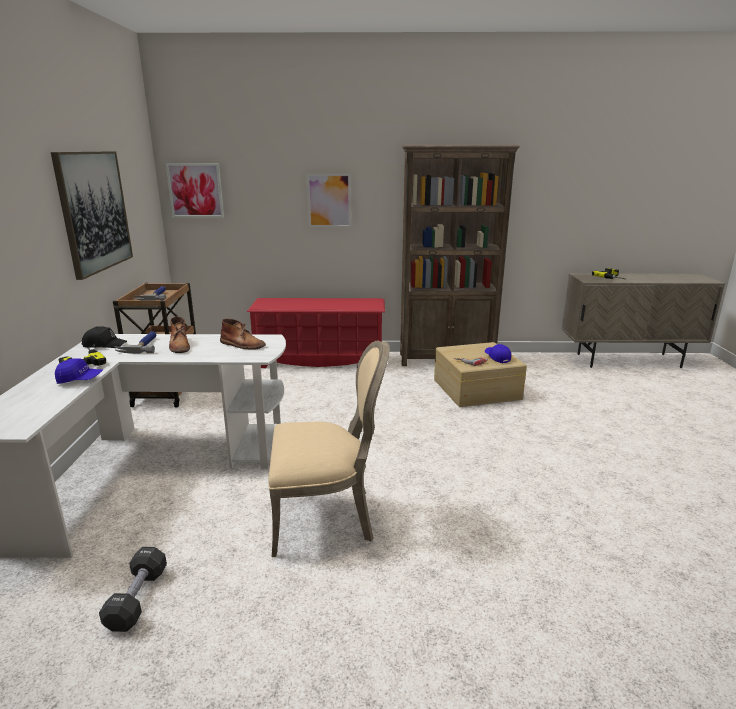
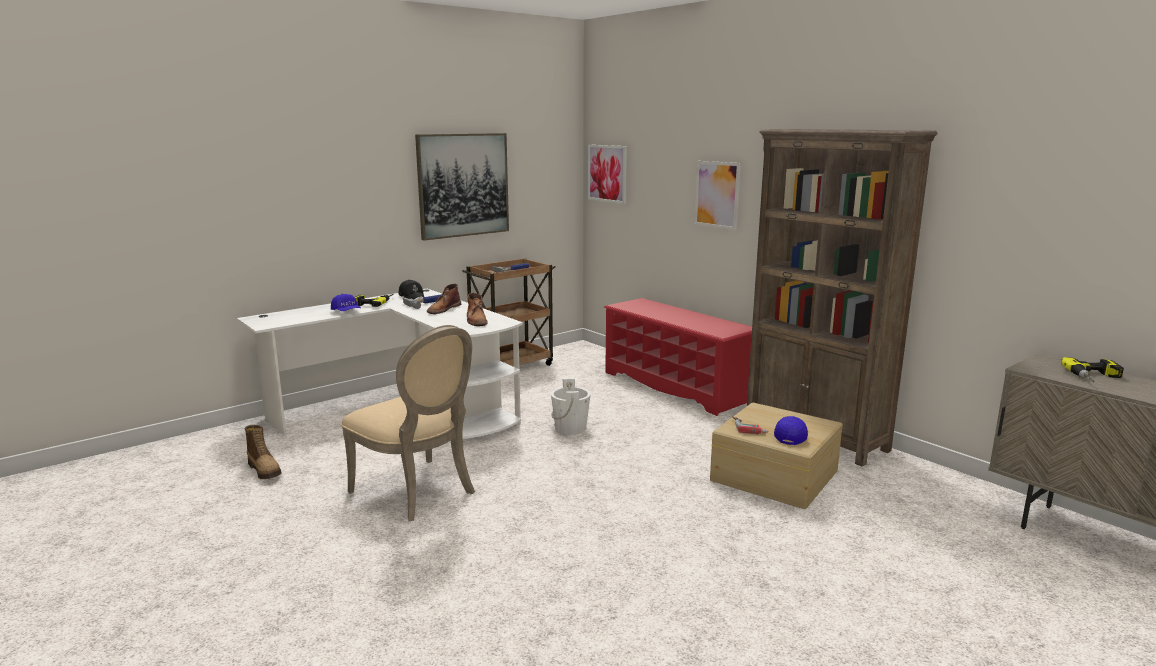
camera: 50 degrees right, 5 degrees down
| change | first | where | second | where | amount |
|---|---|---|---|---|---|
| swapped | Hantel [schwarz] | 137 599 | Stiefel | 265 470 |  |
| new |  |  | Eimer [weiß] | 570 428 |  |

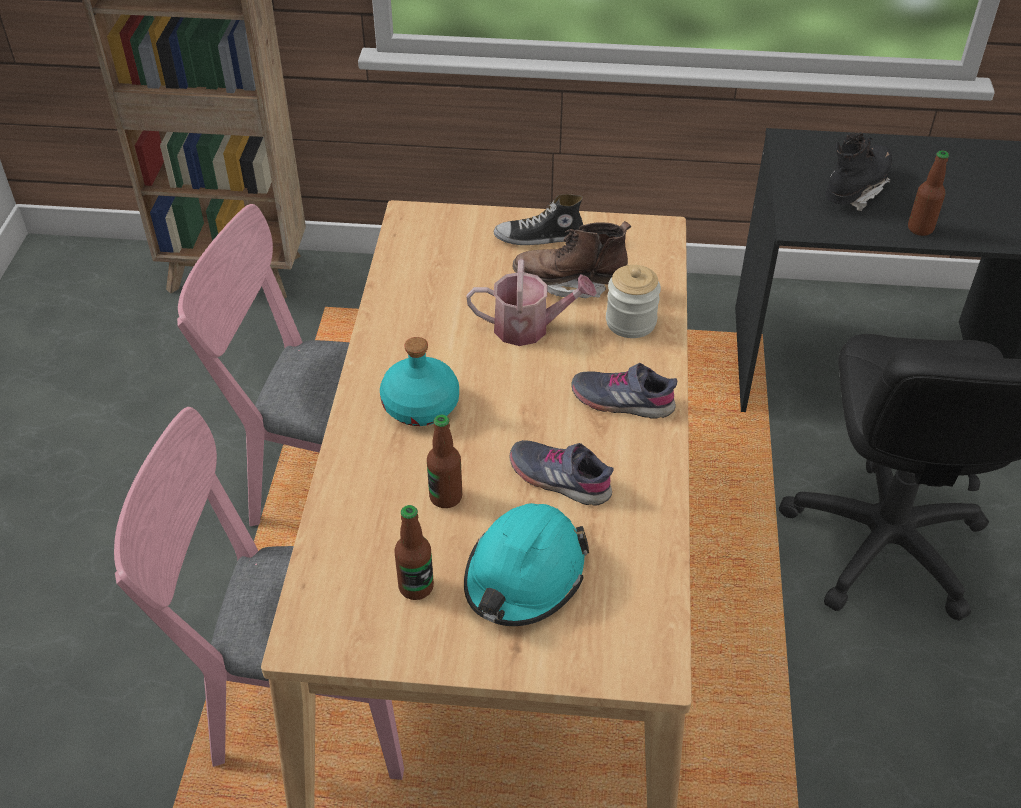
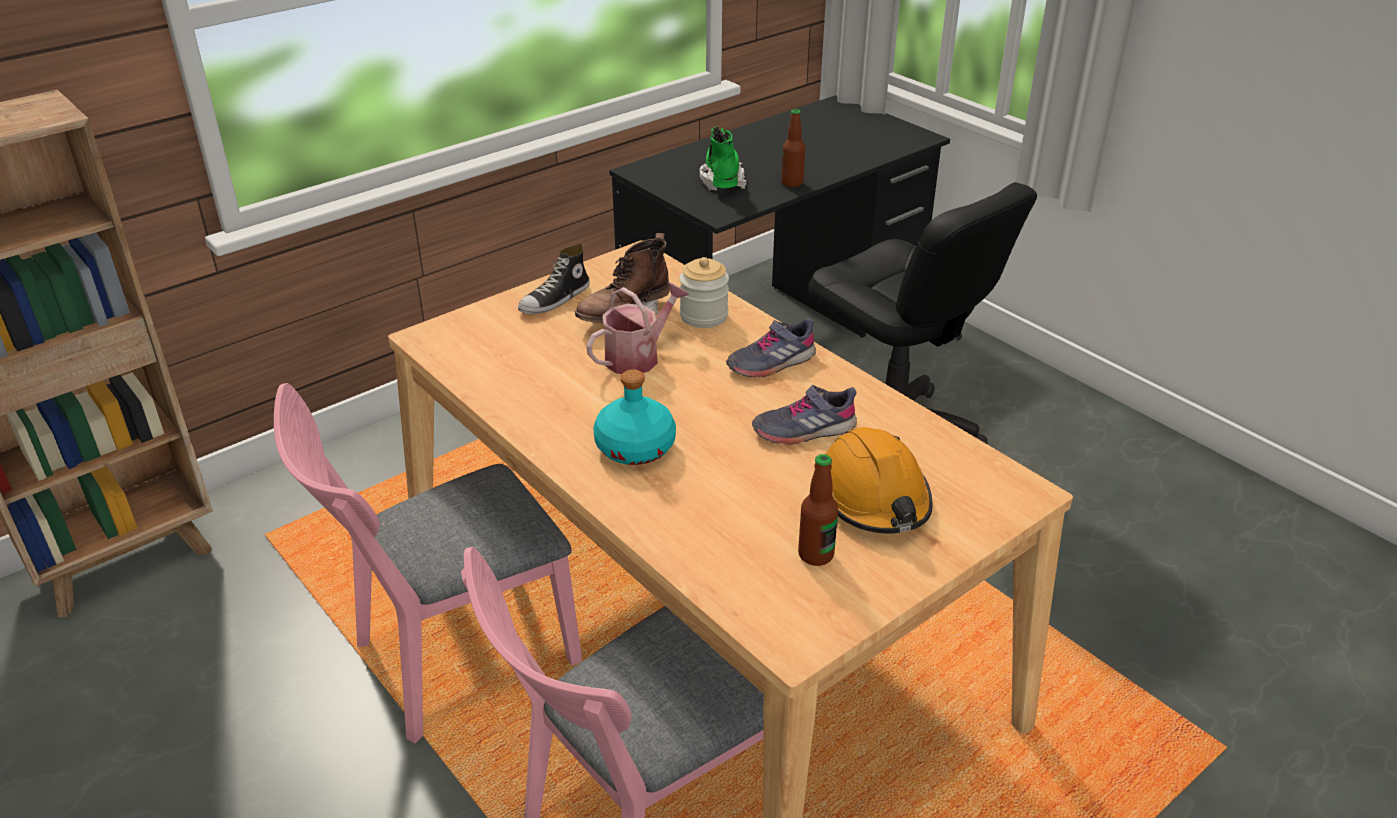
camera: 45 degrees left, 10 degrees down
| change | first | where | second | where | amount |
|---|---|---|---|---|---|
| gone | Flasche | 446 497 |  |  |  |
| repainted | Schutzhelm [türkis] | 524 576 | Schutzhelm [orange] | 873 498 |  |
| repainted | Stiefel [schwarz] | 855 190 | Stiefel [grün] | 722 179 |  |

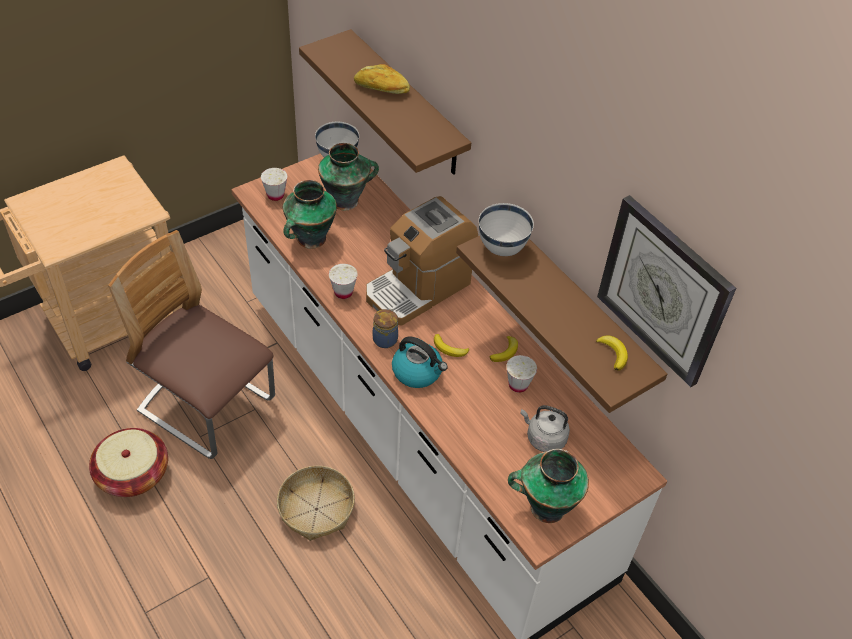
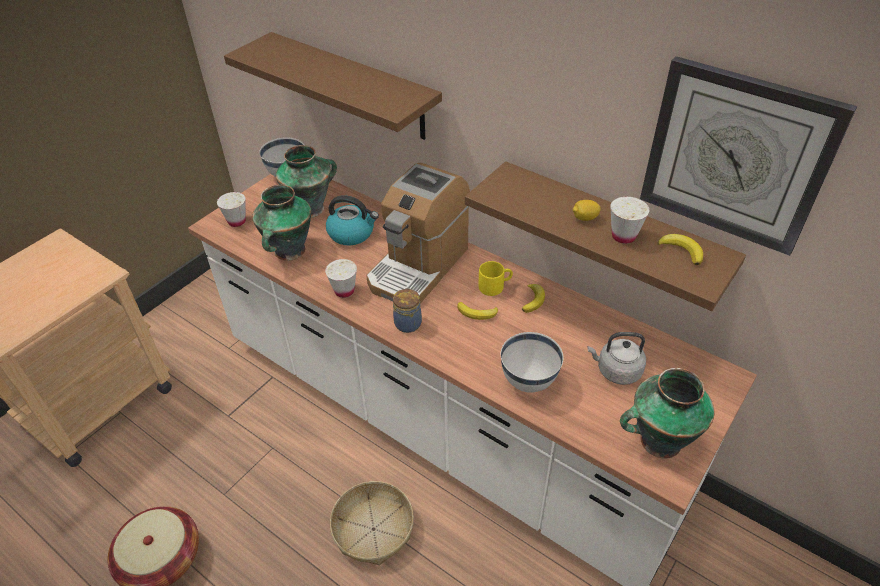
camera: 15 degrees left, 5 degrees down
| change | first | where | second | where | amount |
|---|---|---|---|---|---|
| gone | Stuhl | 207 406 |  |  |  |
| gone | Brot | 381 88 |  |  |  |
| shifted | Wasserkessel | 418 372 |  | 352 233 |  |
| shifted | Schüssel [weiß] | 501 248 |  | 528 382 |  |
| shifted | Tasse [weiß] | 518 385 |  | 623 236 |  |
| new |  |  | Henkelbecher [gelb] | 495 286 |  |
| new |  |  | Zitrone | 584 218 |  |

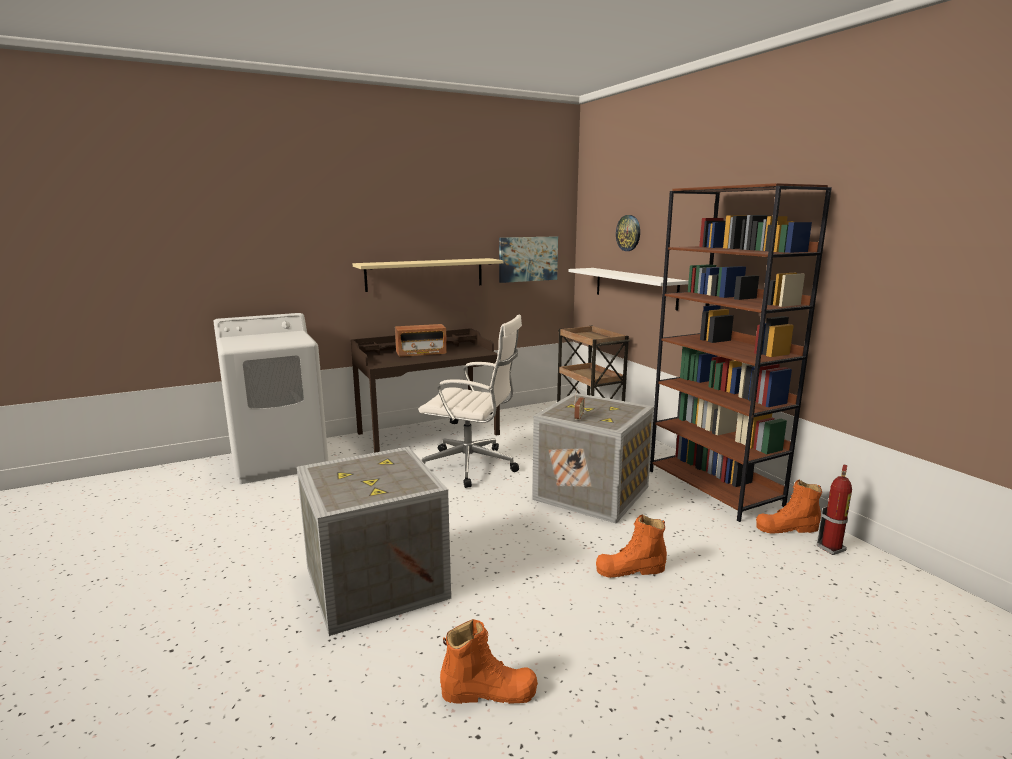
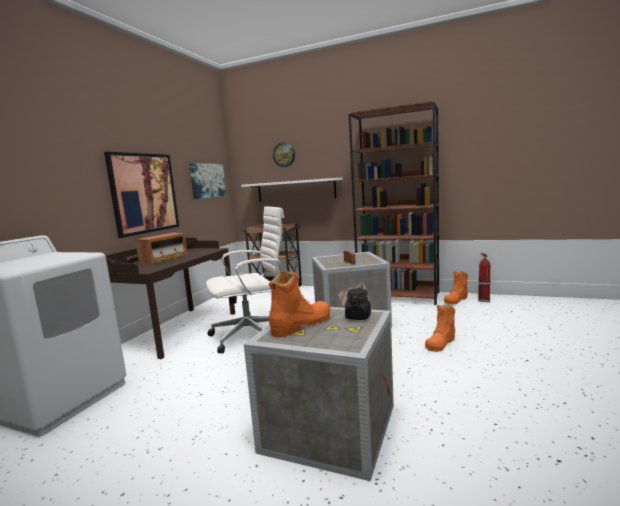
camera: 40 degrees left, 5 degrees down
| change | first | where | second | where | amount |
|---|---|---|---|---|---|
| swapped | Wandregal [beige] | 425 274 | Bild | 144 193 |  |
| shifted | Stiefel [orange] | 489 691 |  | 301 325 |  |
| new |  |  | Vorratsglas [schwarz] | 358 317 |  |

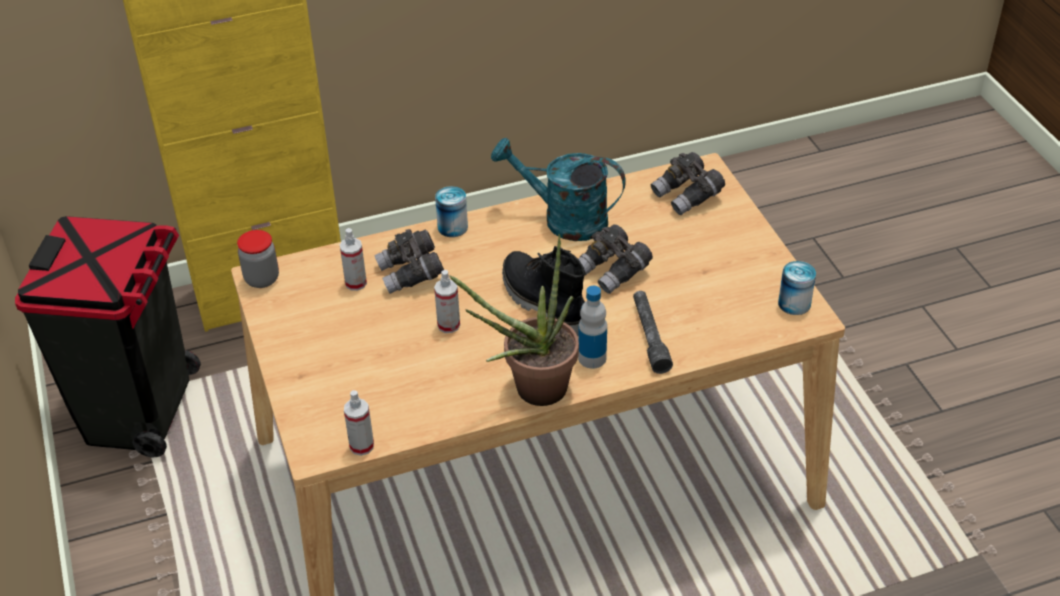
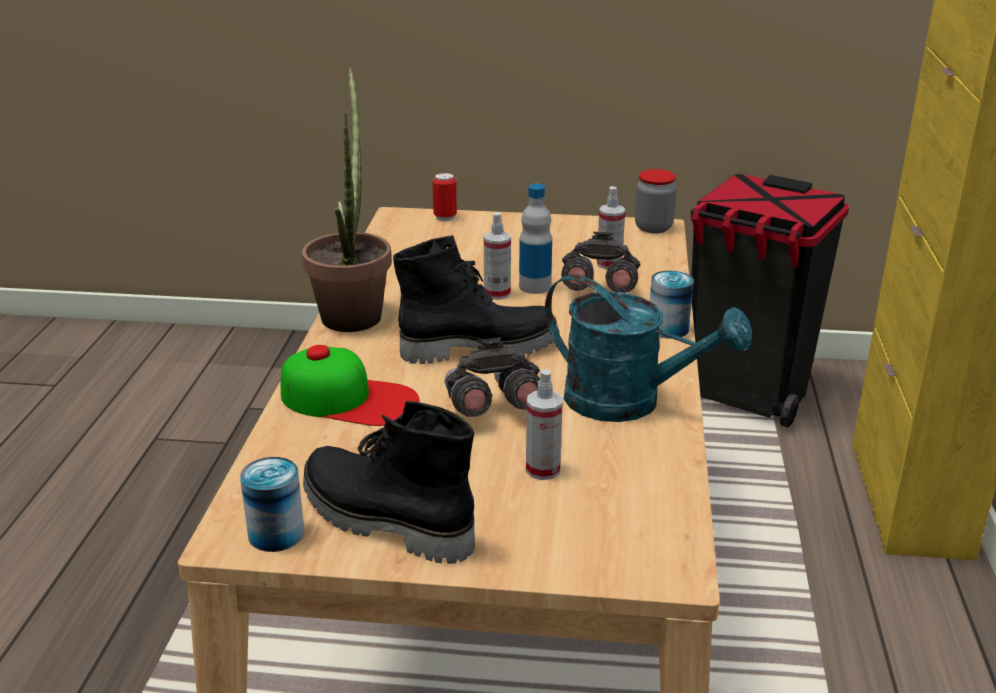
camera: 115 degrees right, 15 degrees down
| change | first | where | second | where | amount |
|---|---|---|---|---|---|
| shifted | Sprühflasche | 361 446 |  | 543 469 |  |
| rotated | Gießkanne [türkis] | 564 219 |  | 629 402 | 75 degrees clockwise |
| shifted | Flasche | 592 358 |  | 535 286 |  |
| swapped | Taschenlampe [grau] | 650 336 | Kappe | 349 399 |  |
| gone | Fernglas [grau] | 687 196 |  |  |  |
| new |  |  | Stiefel [schwarz] | 384 522 |  |
| new |  |  | Dose | 445 217 |  |

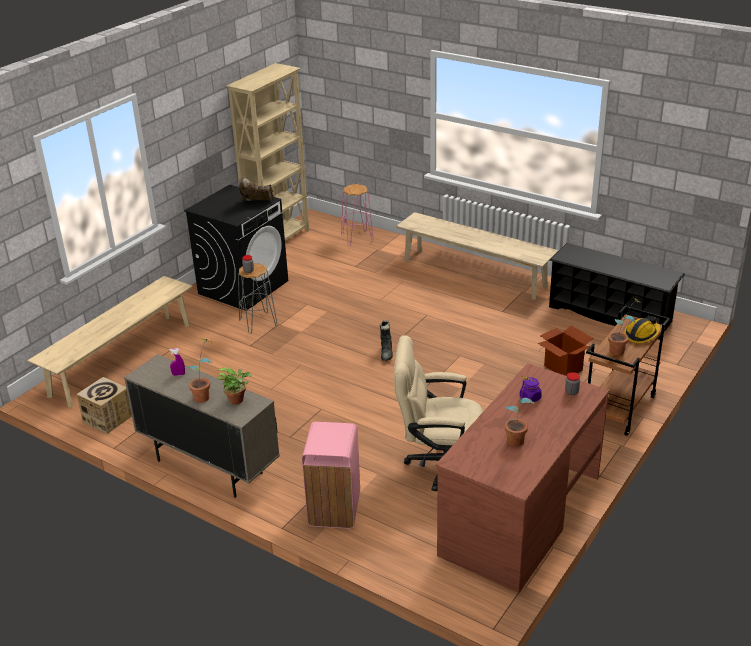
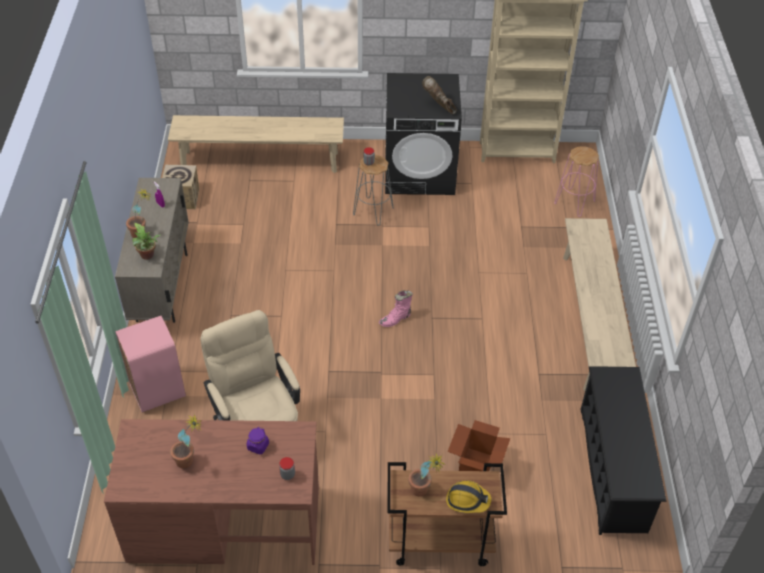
camera: 55 degrees right, 15 degrees up
| change | first | where | second | where | amount |
|---|---|---|---|---|---|
| repainted | Stiefel [schwarz] | 386 353 | Stiefel [rosa] | 396 319 |  |

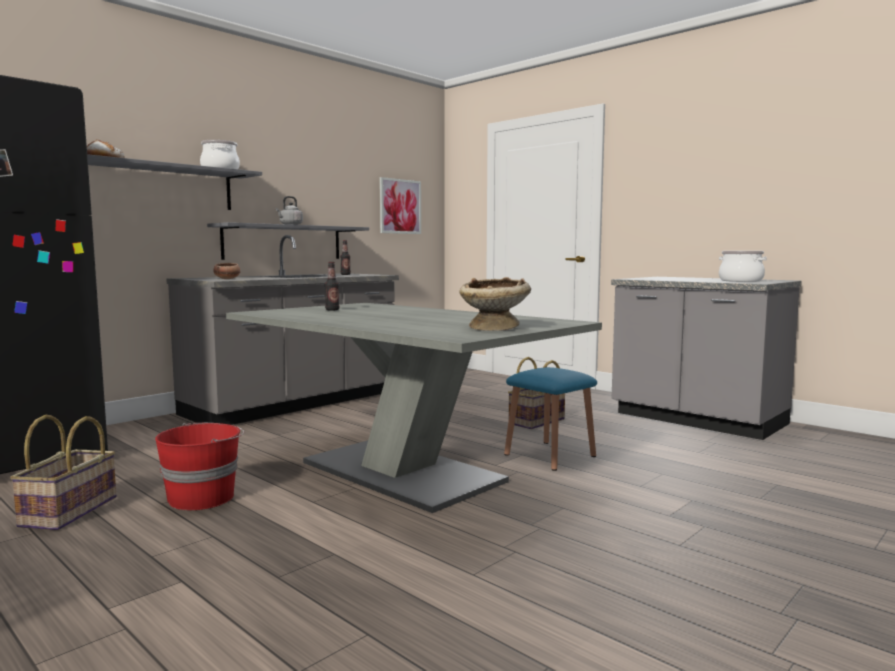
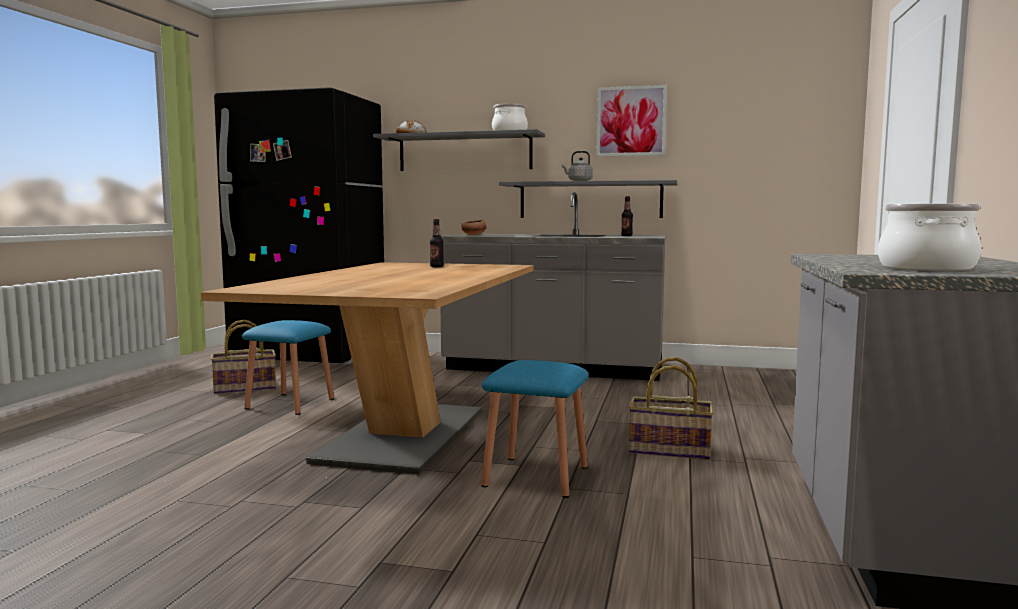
camera: 60 degrees right, 0 degrees up
| change | first | where | second | where | amount |
|---|---|---|---|---|---|
| swapped | Eimer [rot] | 203 498 | Hocker [blau] | 290 403 |  |
| repainted | Esstisch [grau] | 401 472 | Esstisch [braun] | 404 435 |  |
| shifted | Bild | 400 206 |  | 631 121 |  |
| gone | Schüssel [beige] | 495 328 |  |  |  |

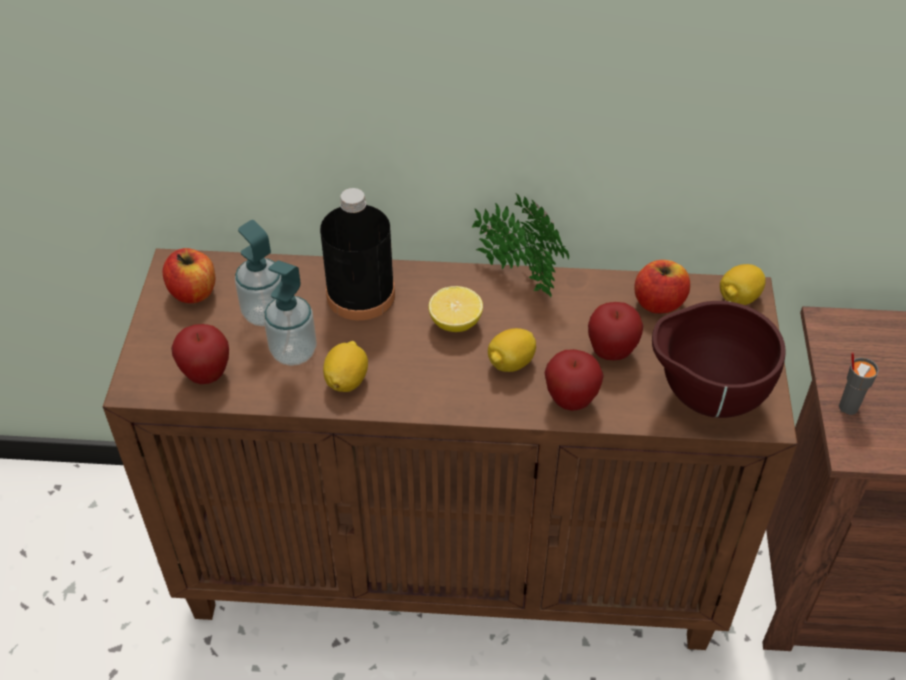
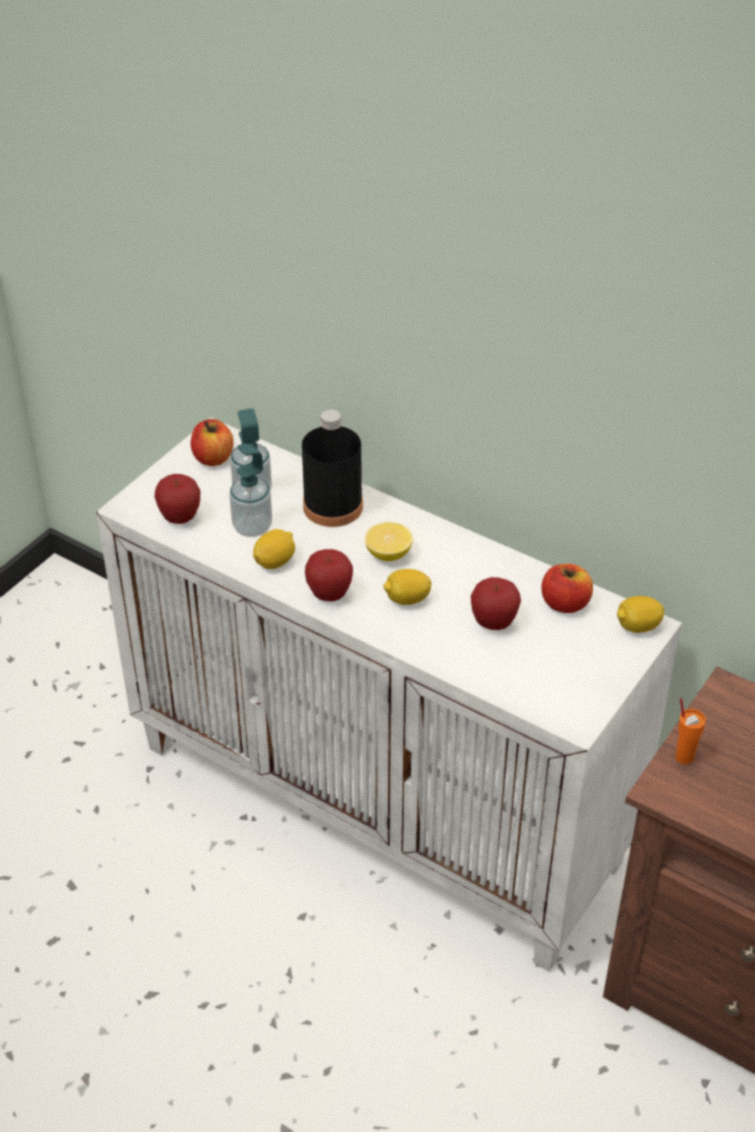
camera: 30 degrees right, 5 degrees down
| change | first | where | second | where | amount |
|---|---|---|---|---|---|
| repainted | Schrank [braun] | 456 564 | Schrank [weiß] | 382 804 |  |
| gone | Topfpflanze | 518 273 |  |  |  |
| shifted | Apfel | 570 400 |  | 329 594 |  |
| gone | Schüssel [braun] | 704 397 |  |  |  |
| repainted | Tasse [grau] | 847 407 | Tasse [orange] | 684 756 |  |

